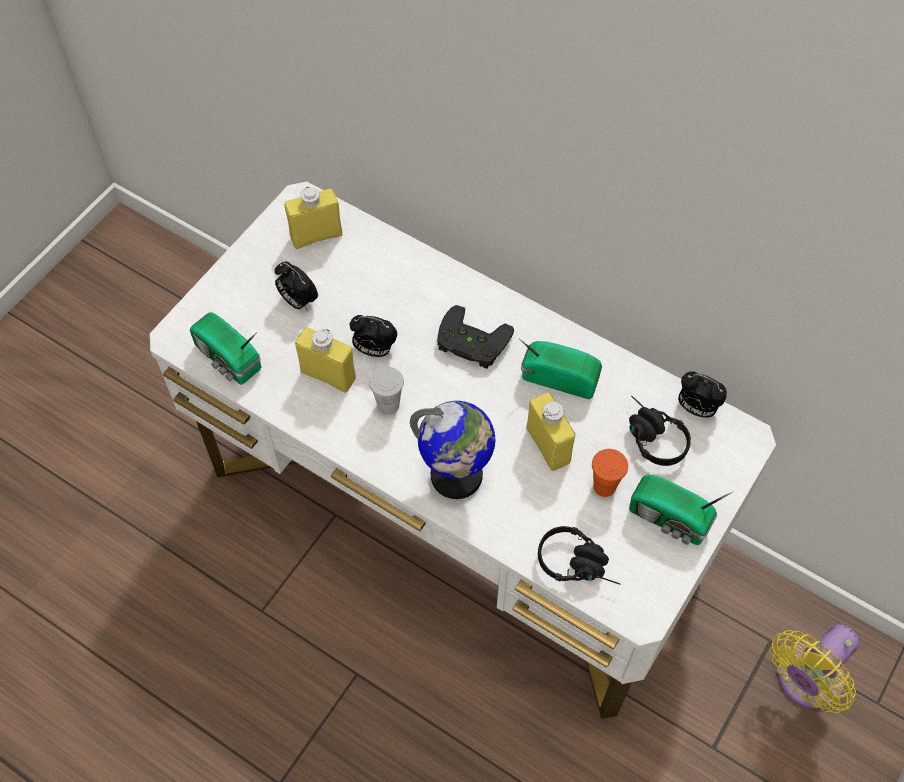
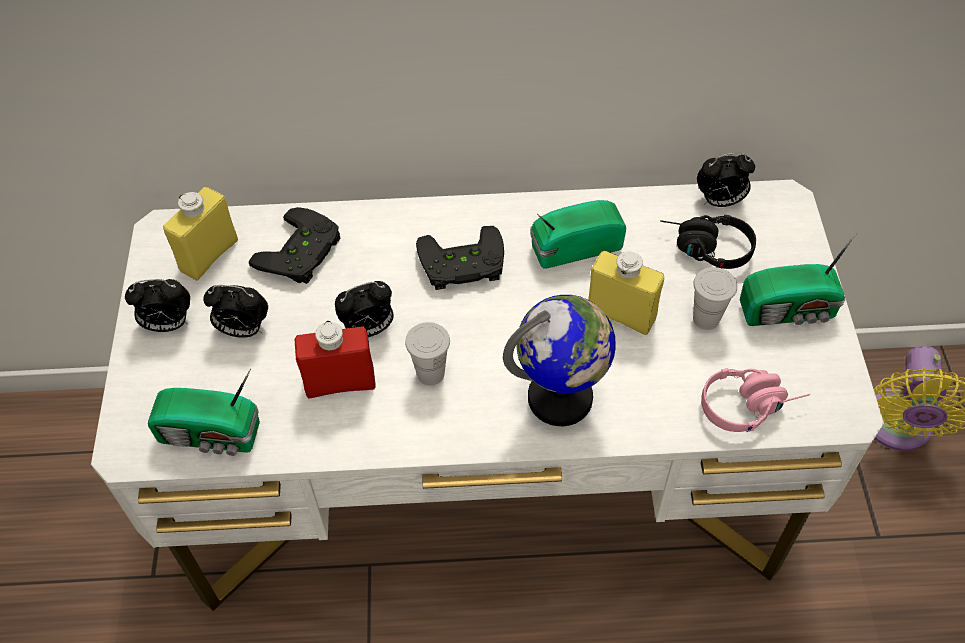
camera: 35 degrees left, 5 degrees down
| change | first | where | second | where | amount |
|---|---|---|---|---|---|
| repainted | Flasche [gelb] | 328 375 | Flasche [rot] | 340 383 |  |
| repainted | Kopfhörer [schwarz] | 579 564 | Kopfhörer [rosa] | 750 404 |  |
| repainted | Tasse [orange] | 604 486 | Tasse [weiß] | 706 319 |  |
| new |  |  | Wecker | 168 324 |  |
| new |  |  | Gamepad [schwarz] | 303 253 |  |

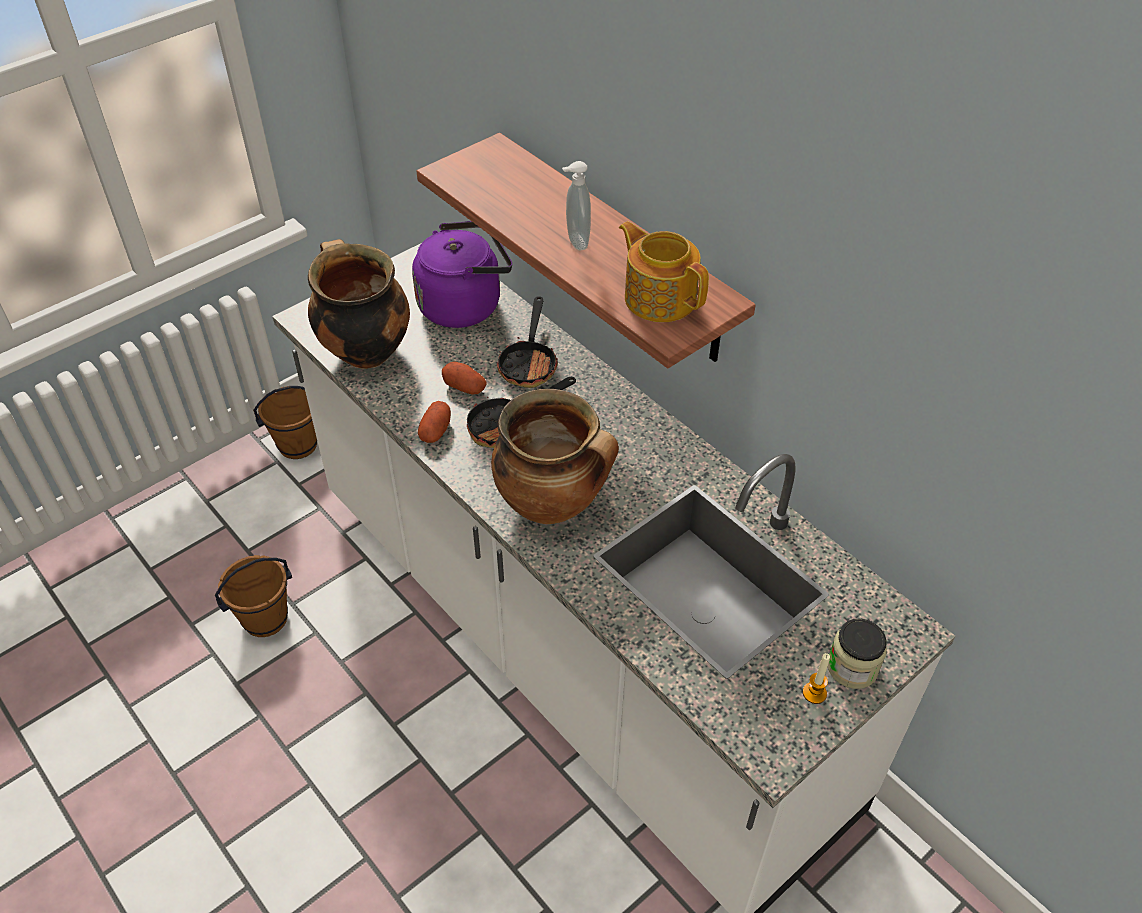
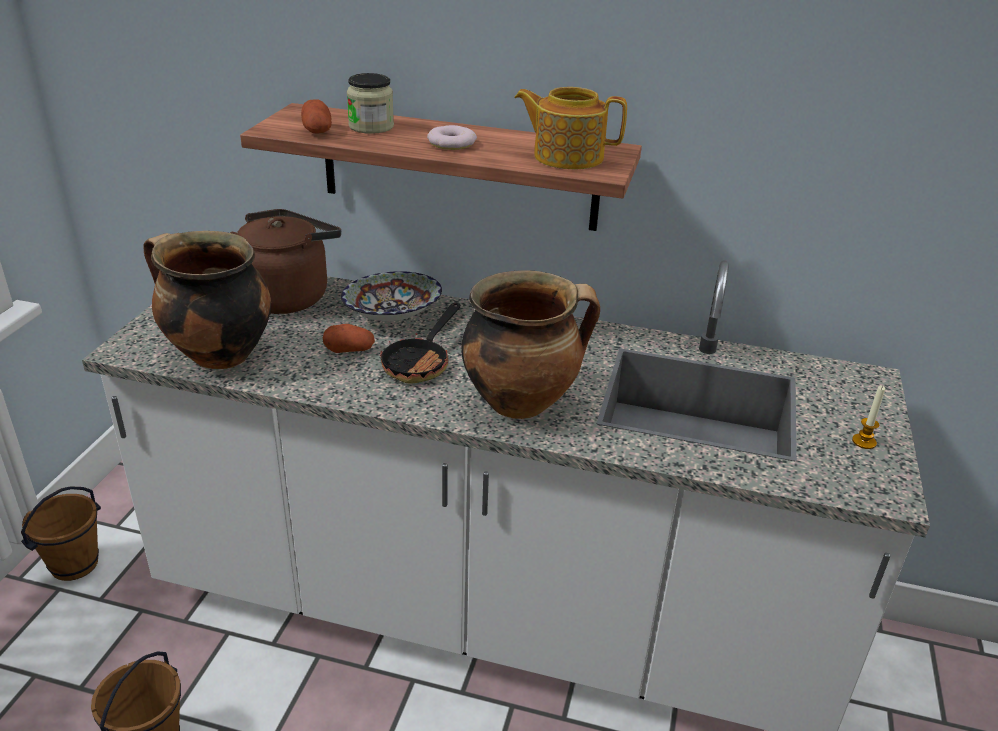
camera: 35 degrees left, 15 degrees down
| change | first | where | second | where | amount |
|---|---|---|---|---|---|
| repainted | Wasserkessel [lila] | 464 305 | Wasserkessel [braun] | 287 296 |  |
| shifted | Kartoffel | 435 431 |  | 317 130 |  |
| swapped | Pfanne | 529 363 | Schüssel | 392 316 |  |
| swapped | Seifenspender | 575 242 | Donut | 451 143 |  |
| shifted | Vorratsglas | 852 667 |  | 371 126 |  |

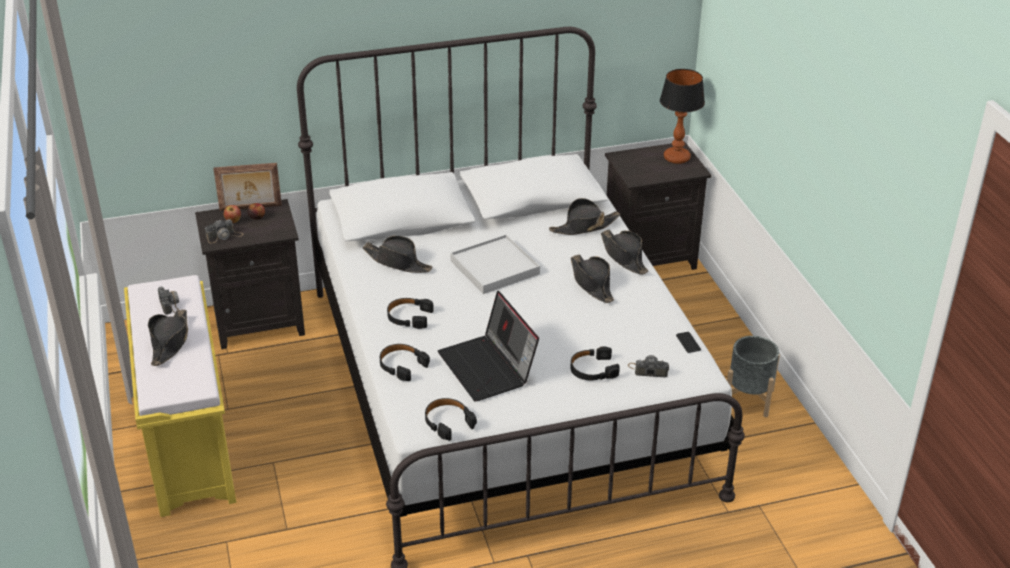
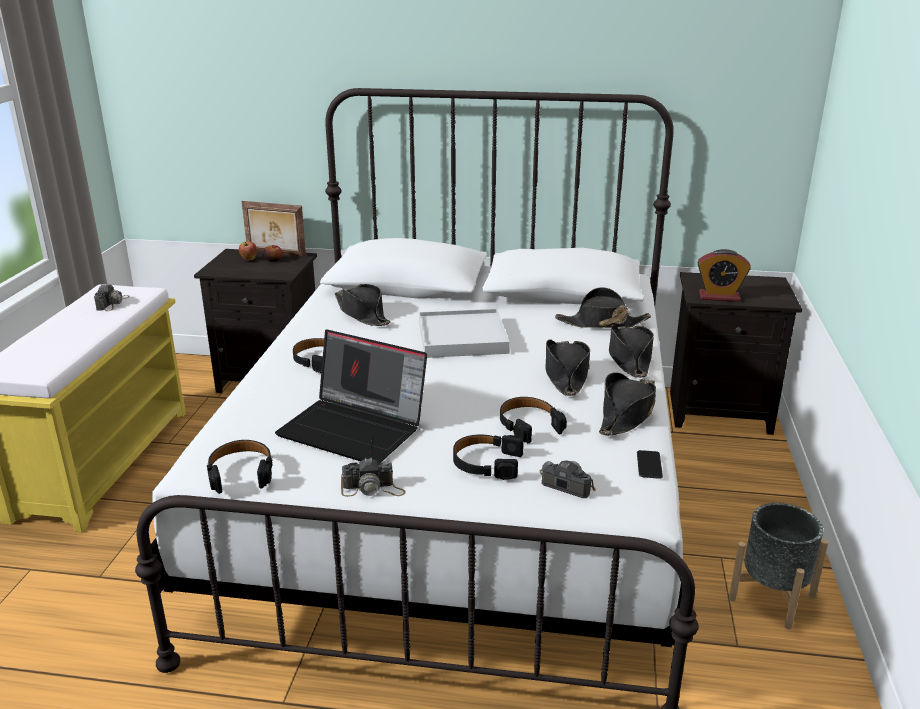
camera: 25 degrees right, 10 degrees down
| change | first | where | second | where | amount |
|---|---|---|---|---|---|
| shifted | Hut [schwarz] | 170 342 |  | 627 414 |  |
| shifted | Kamera | 224 236 |  | 373 489 |  |
| shifted | Kopfhörer [schwarz] | 402 365 |  | 529 425 |  |
| rotated | Laptop | 488 368 |  | 355 429 | 60 degrees counterclockwise |
| gone | Tischlampe | 677 158 |  |  |  |
| new |  |  | Wecker | 719 297 |  |

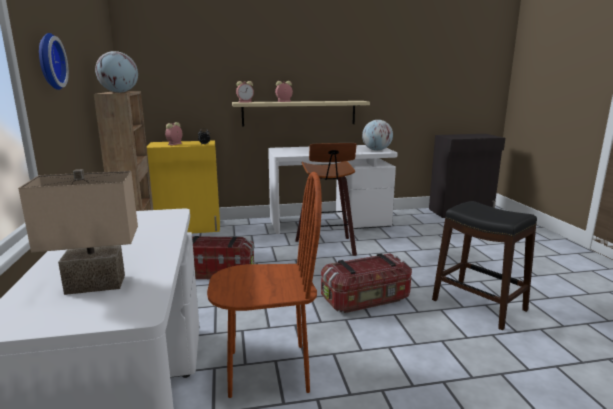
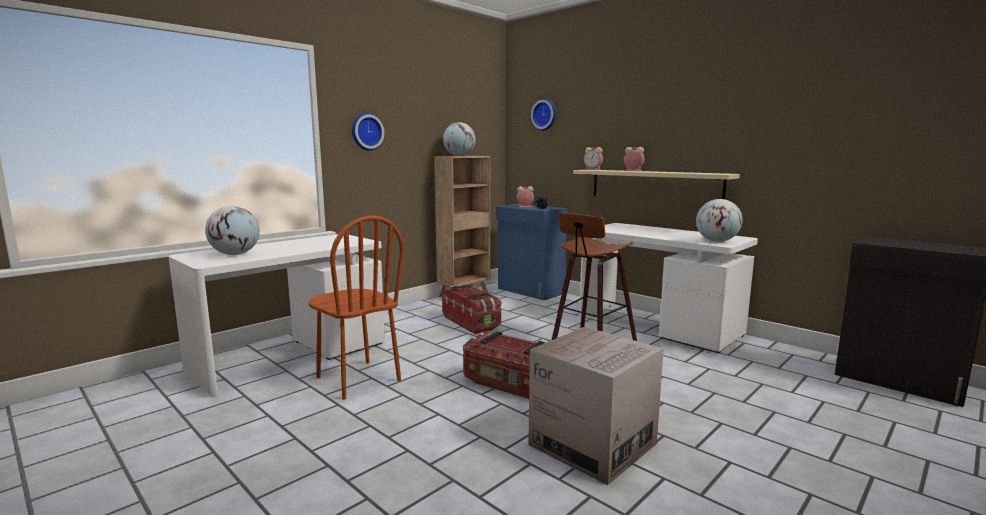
camera: 55 degrees right, 5 degrees down
| change | first | where | second | where | amount |
|---|---|---|---|---|---|
| swapped | Tischlampe [beige] | 94 286 | Globus | 235 254 |  |
| repainted | Schrank [gelb] | 189 228 | Schrank [blau] | 530 291 |  |
| swapped | Hocker [schwarz] | 478 304 | Karton | 592 444 |  |
| new |  |  | Wanduhr | 545 114 |  |

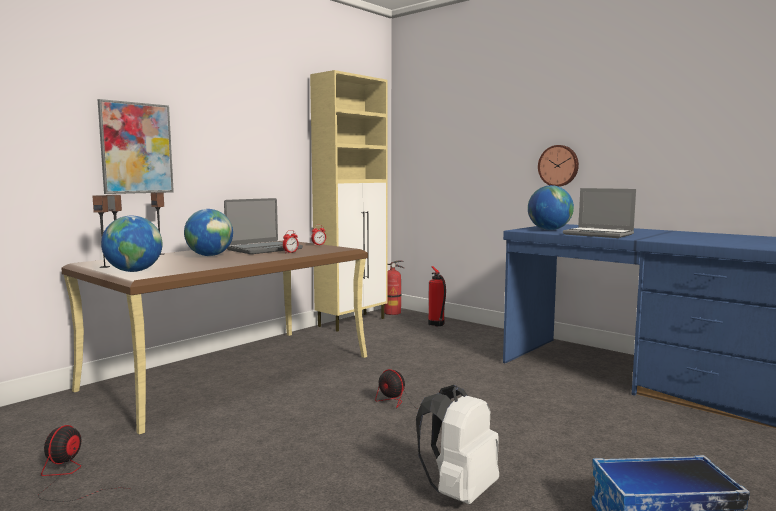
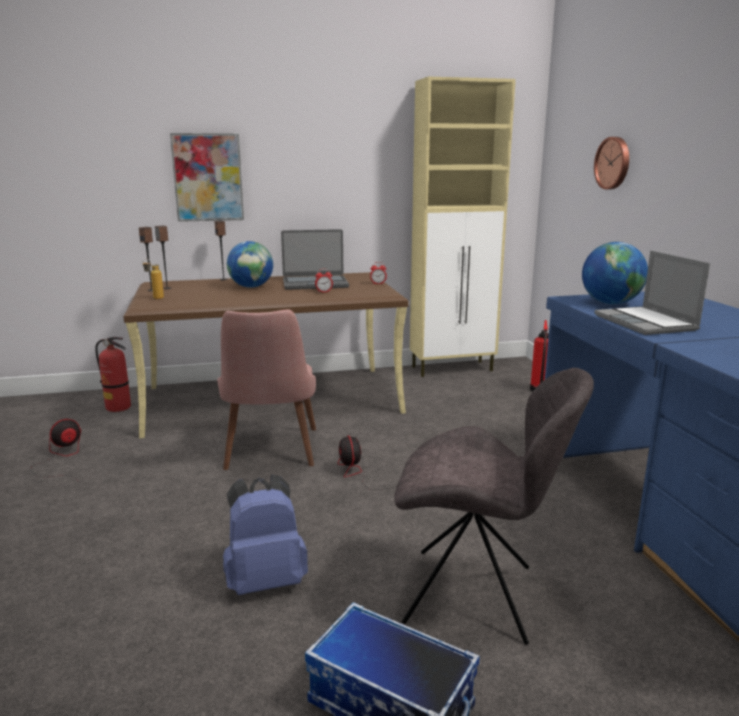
camera: 35 degrees right, 10 degrees up
| change | first | where | second | where | amount |
|---|---|---|---|---|---|
| swapped | Globus | 134 271 | Flasche | 155 299 |  |
| shifted | Feuerlöscher | 392 313 |  | 118 407 |  |
| repainted | Rucksack [weiß] | 459 492 | Rucksack [blau] | 266 580 |  |
| shifted | Wanduhr | 558 165 |  | 613 163 |  |
| new |  |  | Stuhl [rosa] | 271 454 |  |
| new |  |  | Stuhl [grau] | 475 595 |  |

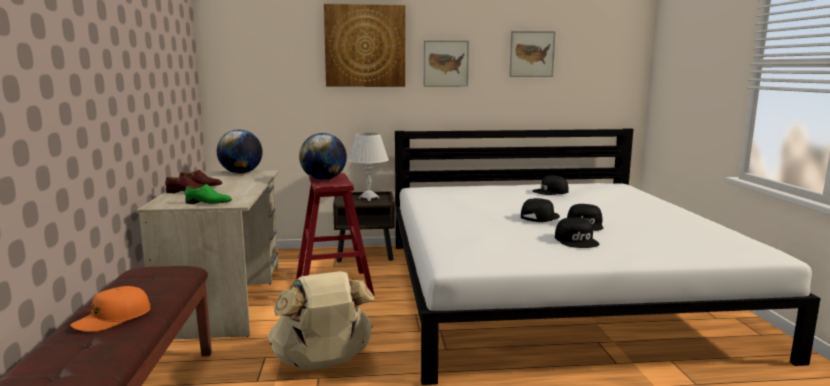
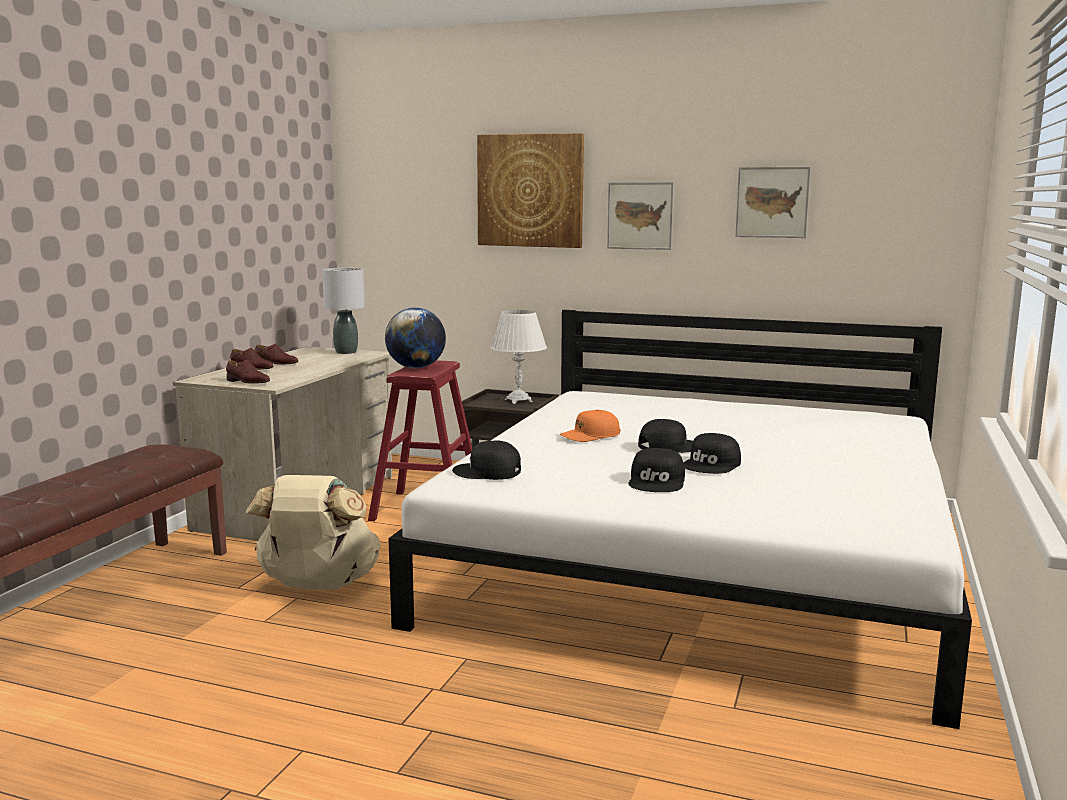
camera: 25 degrees right, 0 degrees up
| change | first | where | second | where | amount |
|---|---|---|---|---|---|
| shifted | Kappe [orange] | 113 319 |  | 590 436 |  |
| repainted | Schuh [grün] | 208 203 | Schuh [braun] | 247 382 |  |
| swapped | Globus | 241 173 | Tischlampe [grau] | 346 352 |  |
| shifted | Kappe [schwarz] | 550 191 |  | 487 472 |  |

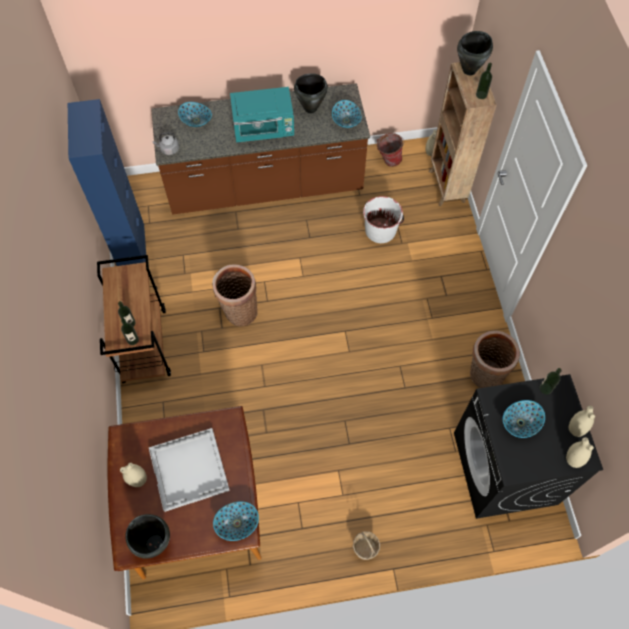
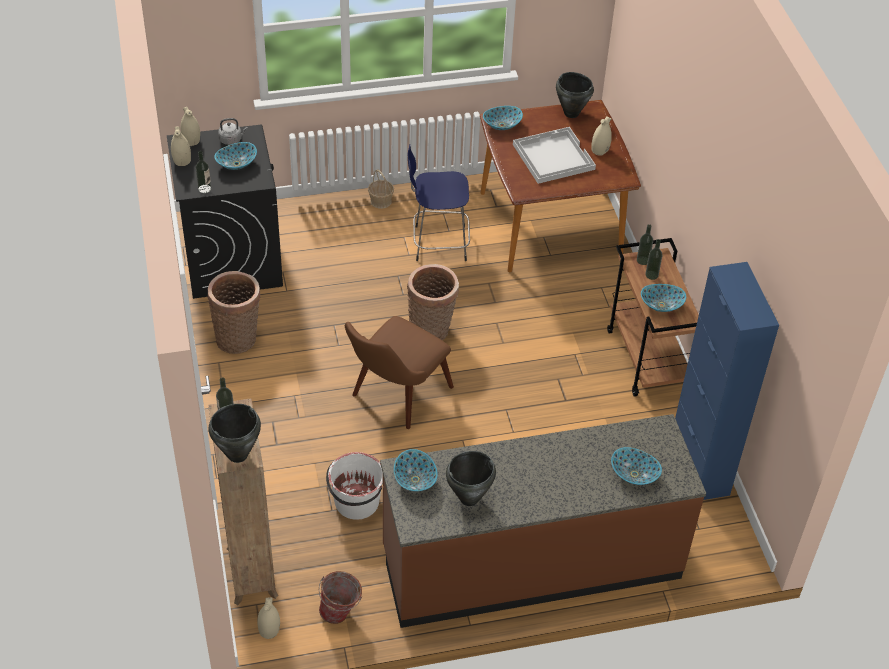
camera: 175 degrees right, 15 degrees down
| change | first | where | second | where | amount |
|---|---|---|---|---|---|
| shifted | Wasserkessel [grau] | 168 149 |  | 232 140 |  |
| shifted | Korb | 239 311 |  | 431 331 |  |
| gone | Mikrowelle [türkis] | 264 129 |  |  |  |
| new |  |  | Stuhl [braun] | 394 398 |  |
| new |  |  | Hocker [blau] | 438 243 |  |
| new |  |  | Schüssel | 661 305 |  |

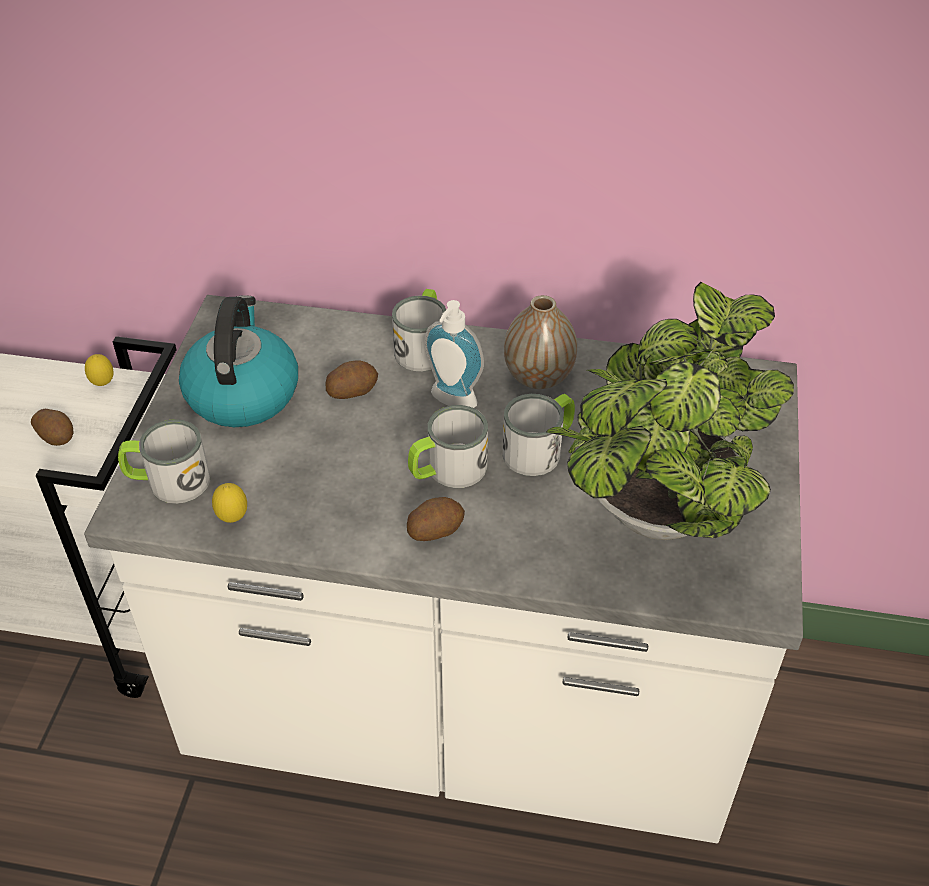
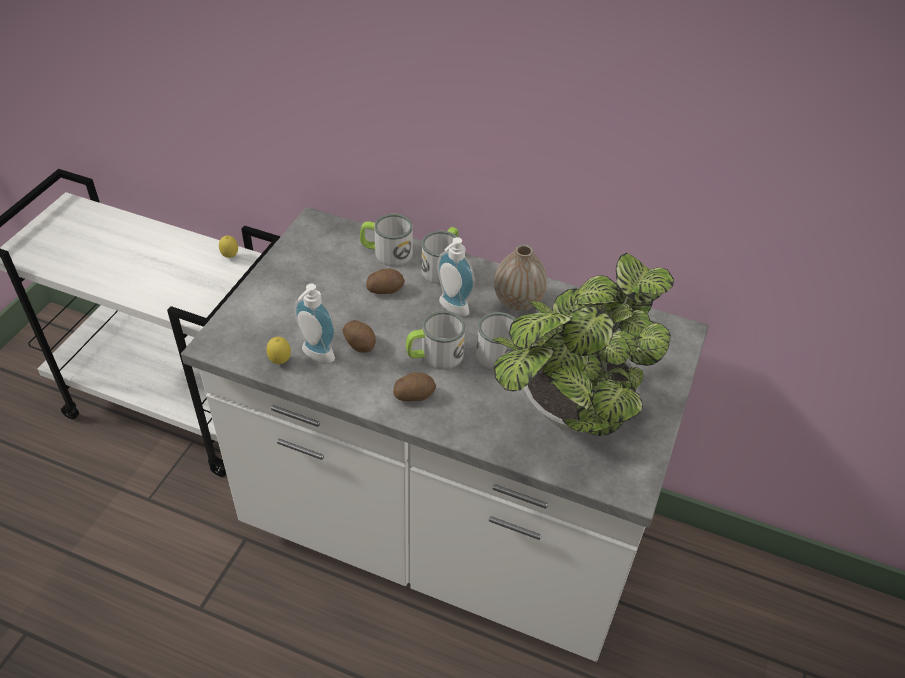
camera: 10 degrees right, 0 degrees up
| change | first | where | second | where | amount |
|---|---|---|---|---|---|
| shifted | Kartoffel | 57 436 |  | 360 344 |  |
| shifted | Henkelbecher | 168 481 |  | 386 253 |  |
| gone | Wasserkessel | 242 393 |  |  |  |
| new |  |  | Seifenspender | 315 356 |  |

